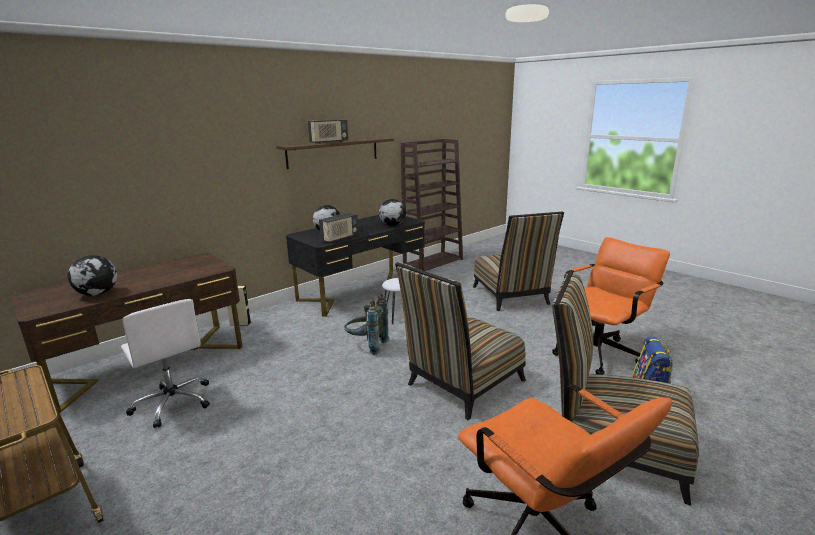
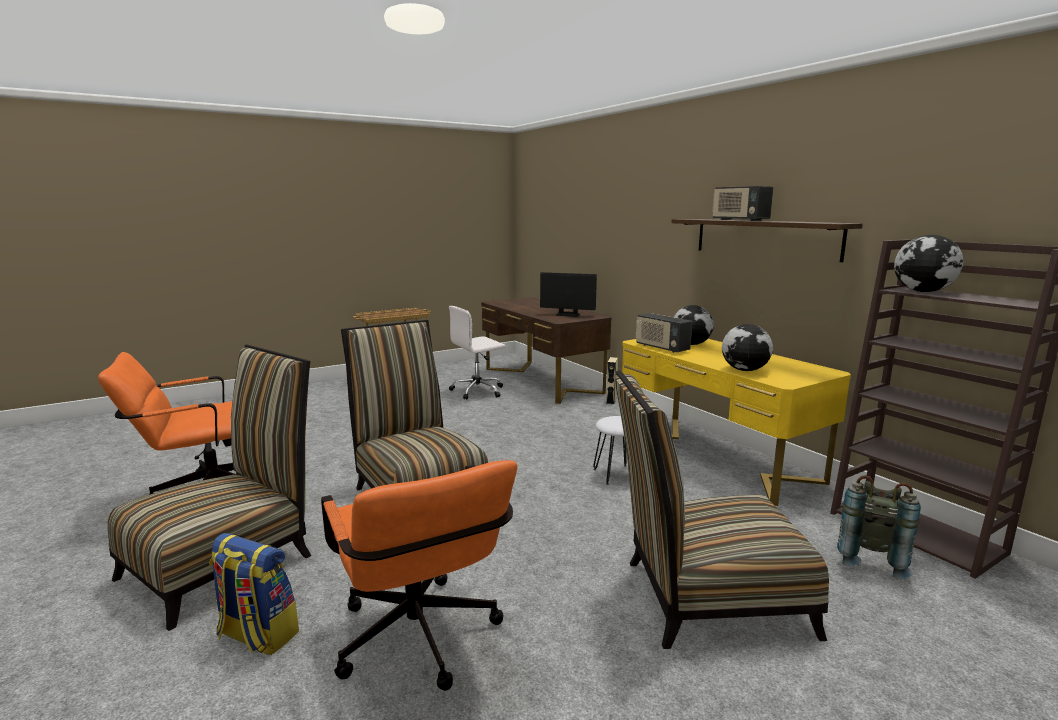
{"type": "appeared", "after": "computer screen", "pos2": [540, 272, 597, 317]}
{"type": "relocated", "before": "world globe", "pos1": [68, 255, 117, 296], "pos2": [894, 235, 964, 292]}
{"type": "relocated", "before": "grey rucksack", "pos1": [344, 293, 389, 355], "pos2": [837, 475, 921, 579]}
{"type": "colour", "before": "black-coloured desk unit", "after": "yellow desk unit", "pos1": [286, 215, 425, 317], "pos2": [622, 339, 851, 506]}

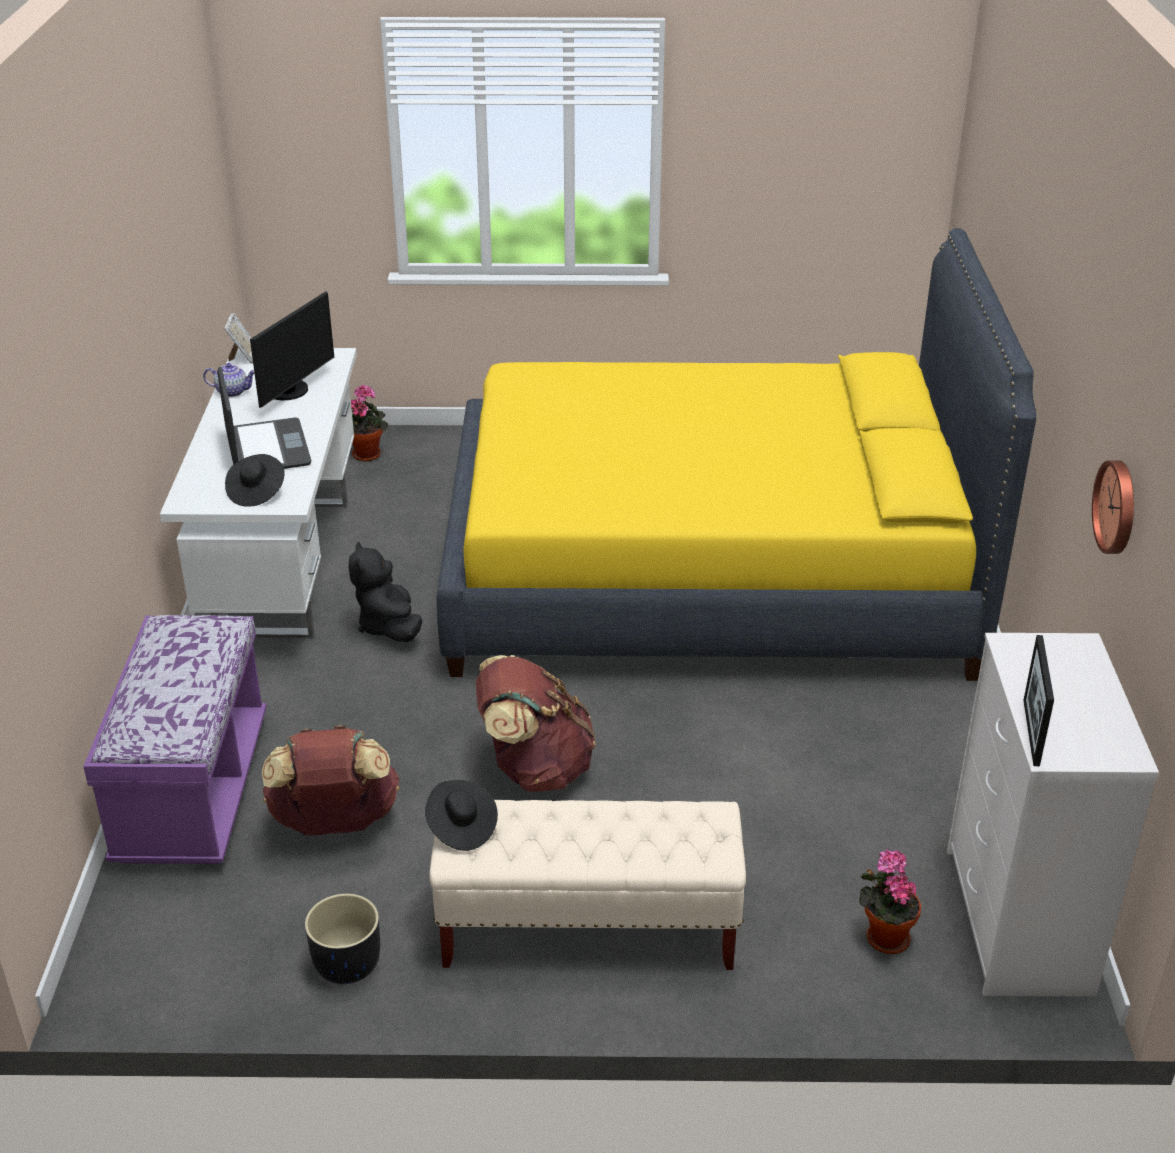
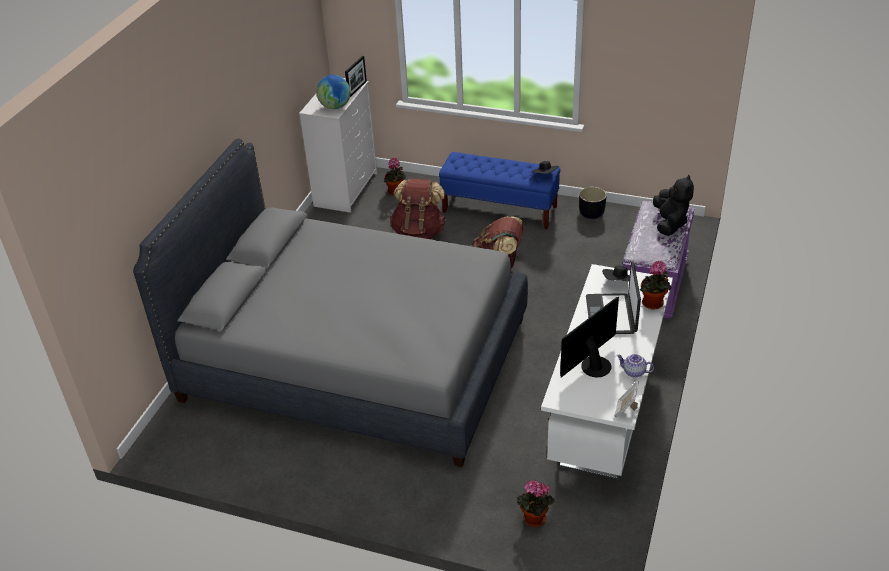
{"type": "missing", "before": "wall clock", "pos1": [1092, 460, 1134, 554]}
{"type": "appeared", "after": "world globe", "pos2": [316, 75, 351, 109]}
{"type": "appeared", "after": "plant in a pot", "pos2": [640, 260, 671, 310]}
{"type": "relocated", "before": "brown-coloured rucksack", "pos1": [262, 725, 400, 835], "pos2": [390, 179, 446, 239]}
{"type": "relocated", "before": "black-coloured soft toy", "pos1": [349, 541, 422, 642], "pos2": [653, 175, 694, 236]}
{"type": "colour", "before": "sand-coloured bench", "after": "blue-coloured bench", "pos1": [430, 800, 746, 970], "pos2": [439, 152, 560, 229]}
{"type": "colour", "before": "yellow bedroom bed", "after": "grey bedroom bed", "pos1": [436, 228, 1036, 681], "pos2": [133, 138, 528, 467]}

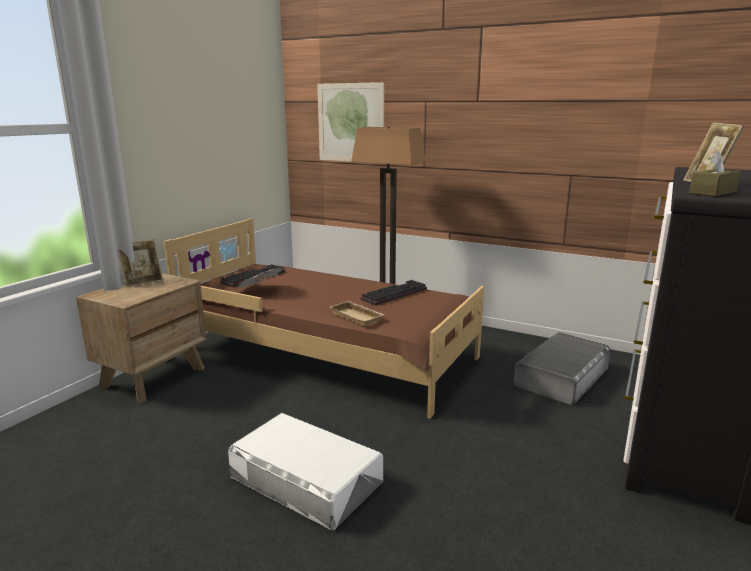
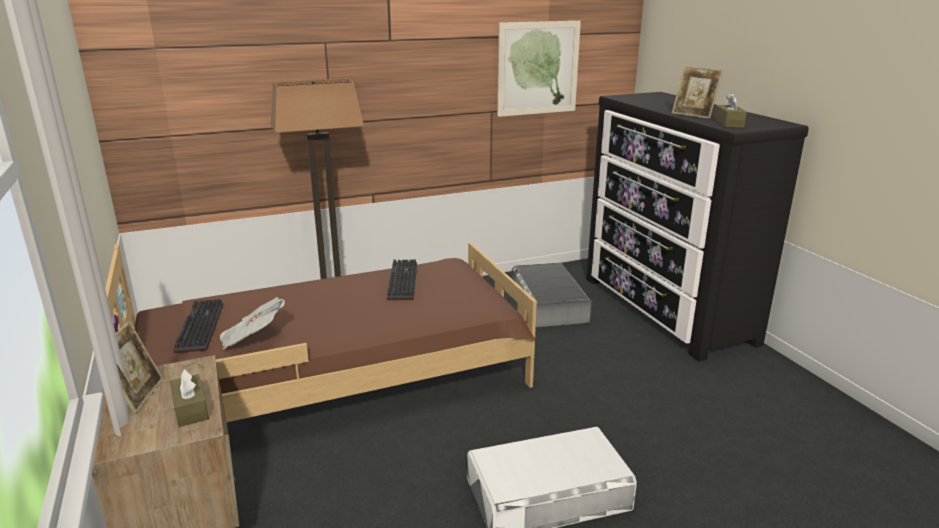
{"type": "missing", "before": "sand-coloured tray", "pos1": [329, 301, 385, 326]}
{"type": "appeared", "after": "brown-coloured box of tissues", "pos2": [170, 369, 209, 427]}
{"type": "relocated", "before": "wall picture", "pos1": [317, 82, 384, 161], "pos2": [497, 21, 581, 117]}

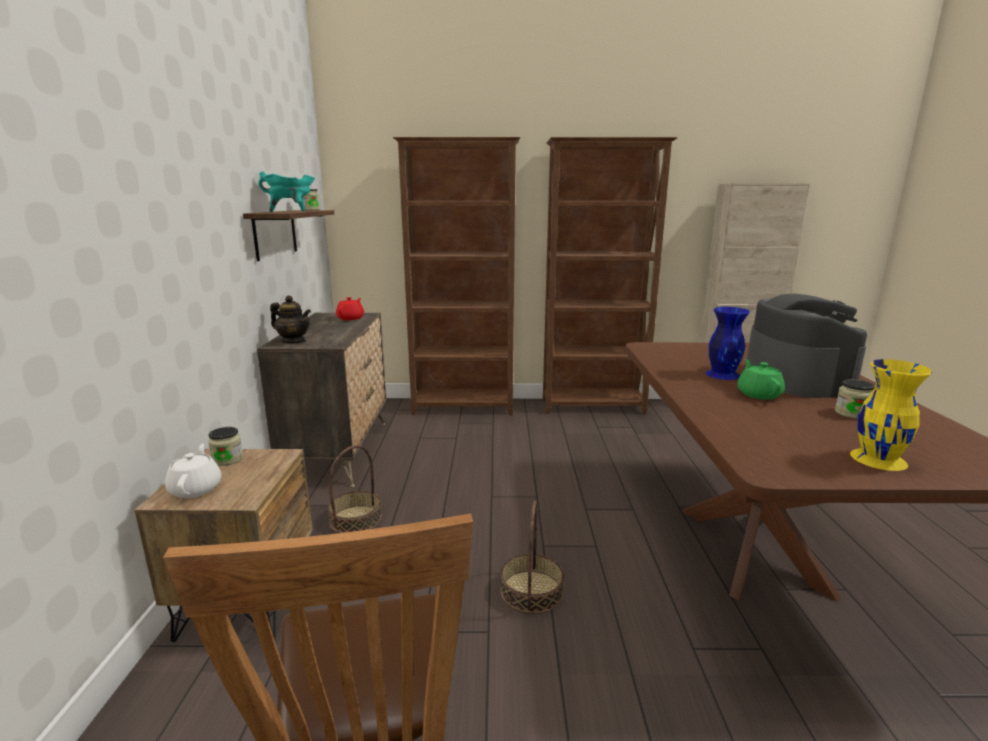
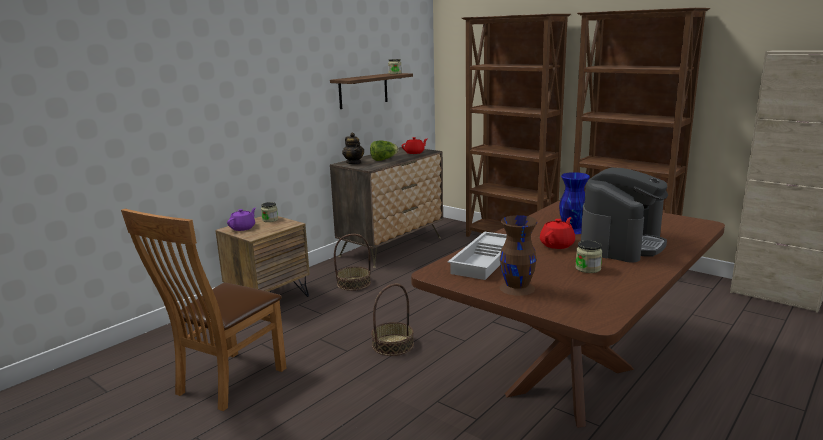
{"type": "missing", "before": "blue-green cooking pot", "pos1": [259, 171, 315, 212]}
{"type": "appeared", "after": "lettuce head", "pos2": [370, 140, 399, 161]}
{"type": "appeared", "after": "whitish tray", "pos2": [448, 231, 507, 280]}
{"type": "colour", "before": "whitish teapot", "after": "purple-coloured teapot", "pos1": [165, 444, 222, 498], "pos2": [227, 208, 256, 231]}
{"type": "colour", "before": "greenish teapot", "after": "red teapot", "pos1": [737, 359, 785, 400], "pos2": [540, 217, 575, 249]}
{"type": "colour", "before": "yellow flower vase", "after": "brown-coloured flower vase", "pos1": [850, 359, 932, 471], "pos2": [500, 215, 537, 296]}

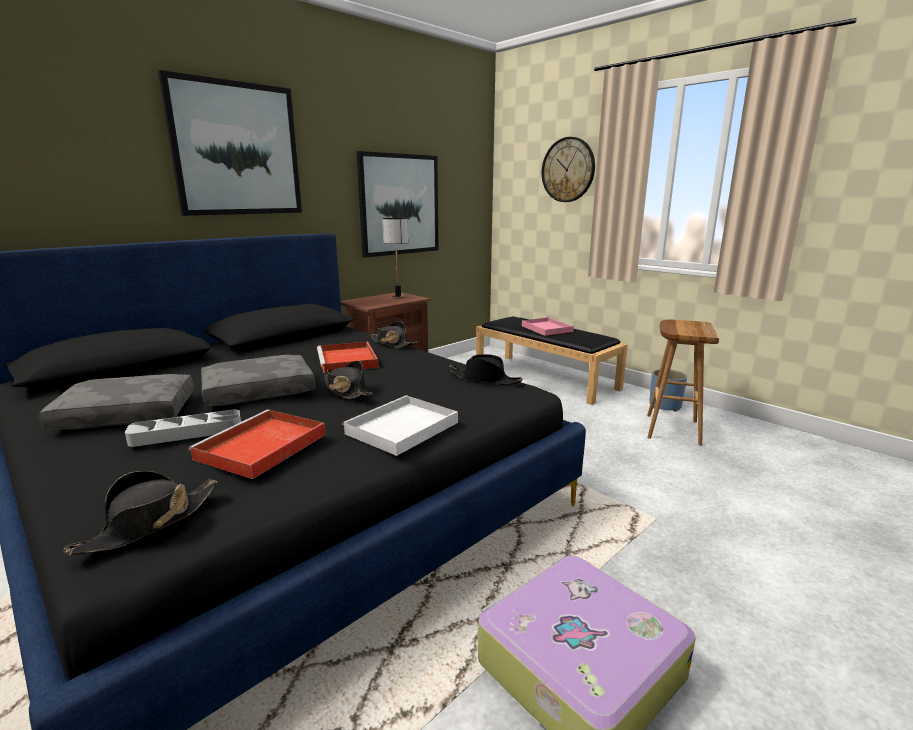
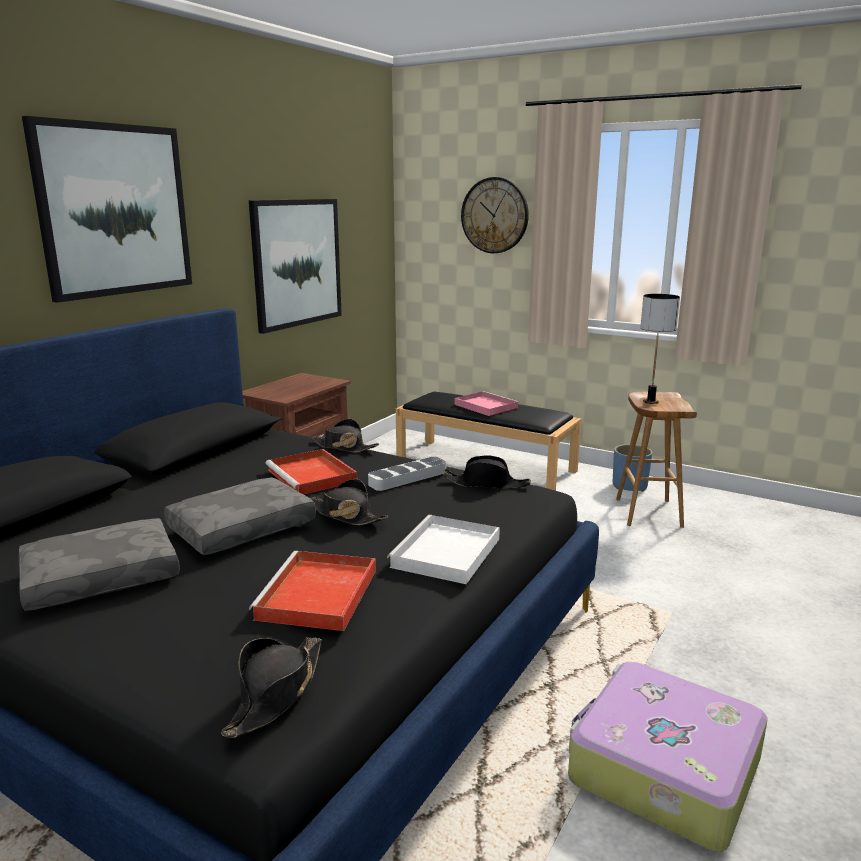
{"type": "relocated", "before": "grey tray", "pos1": [125, 410, 241, 447], "pos2": [368, 457, 446, 491]}
{"type": "relocated", "before": "table lamp", "pos1": [382, 218, 409, 299], "pos2": [640, 294, 680, 404]}

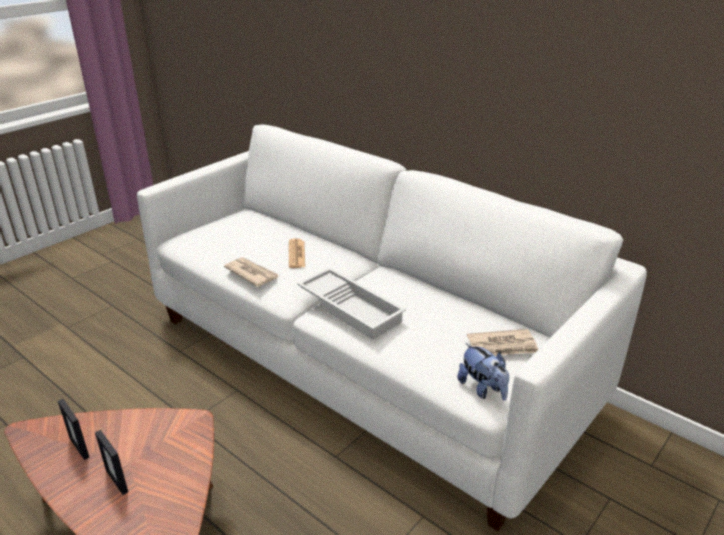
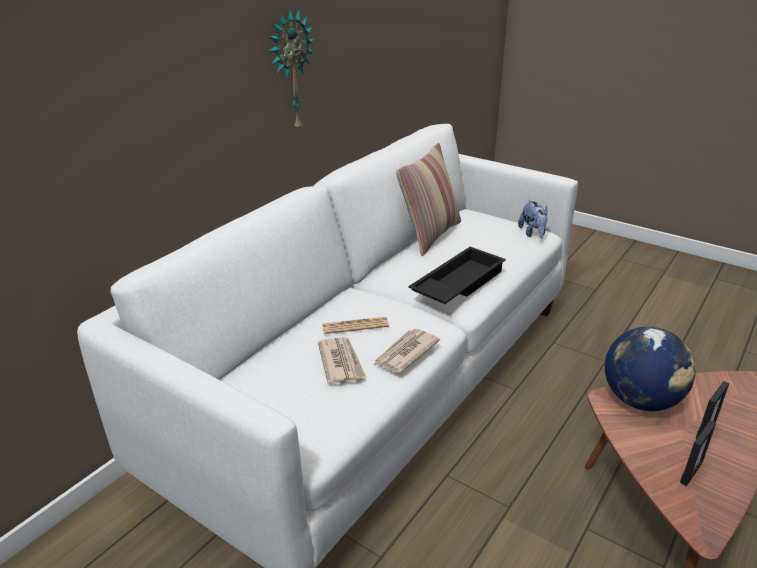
{"type": "appeared", "after": "wall clock", "pos2": [269, 9, 314, 133]}
{"type": "appeared", "after": "throw pillow", "pos2": [396, 143, 461, 256]}
{"type": "appeared", "after": "world globe", "pos2": [605, 327, 696, 411]}
{"type": "relocated", "before": "daily paper", "pos1": [467, 329, 539, 356], "pos2": [318, 337, 366, 384]}
{"type": "colour", "before": "whitish tray", "after": "black-coloured tray", "pos1": [297, 268, 406, 340], "pos2": [408, 247, 506, 304]}
{"type": "spun", "before": "soft toy", "pos1": [458, 343, 509, 401], "pos2": [518, 200, 548, 238], "turn": 120}

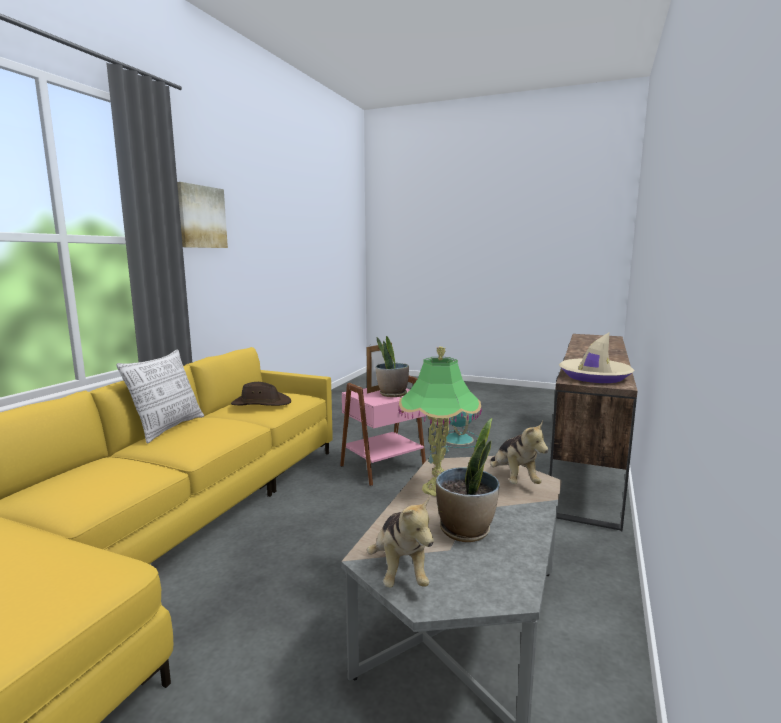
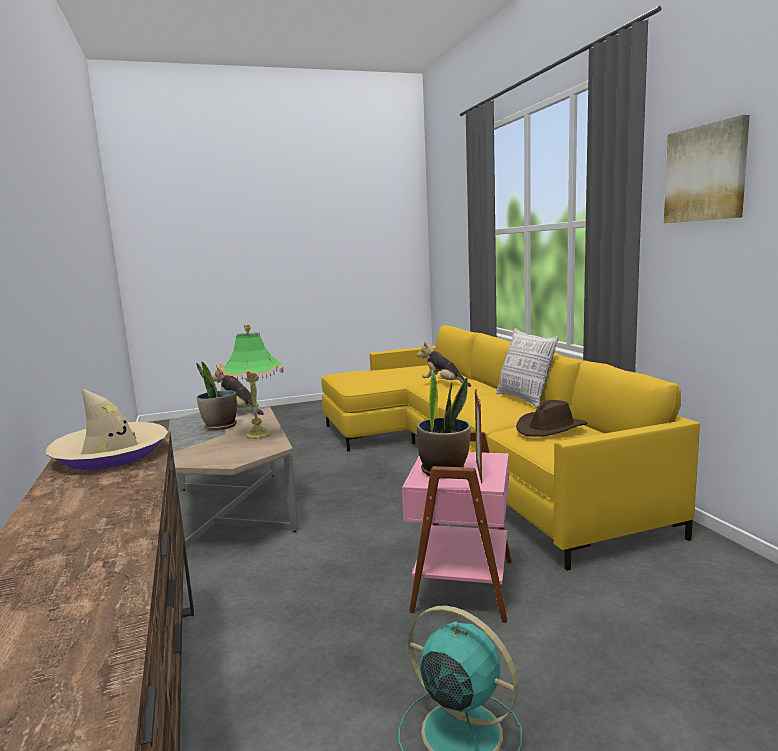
{"type": "relocated", "before": "soft toy", "pos1": [490, 421, 548, 484], "pos2": [417, 341, 471, 387]}

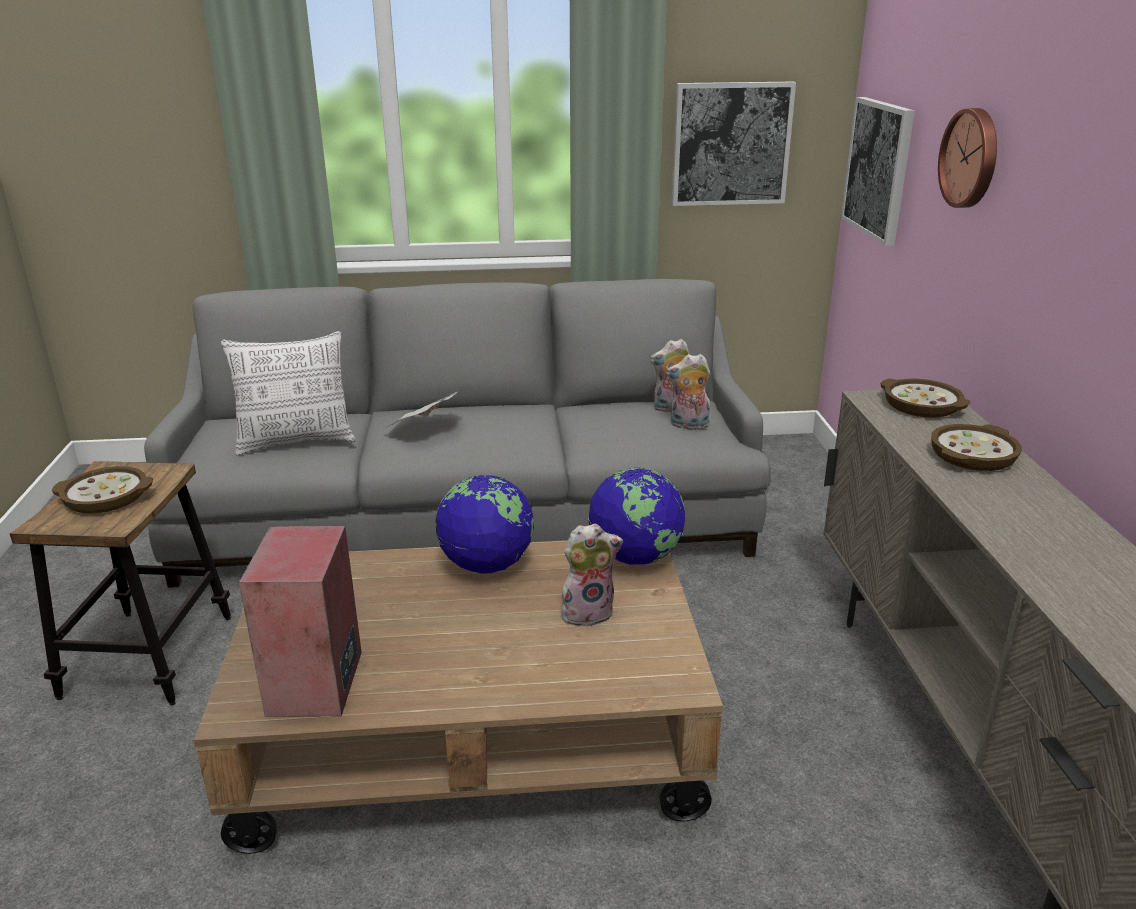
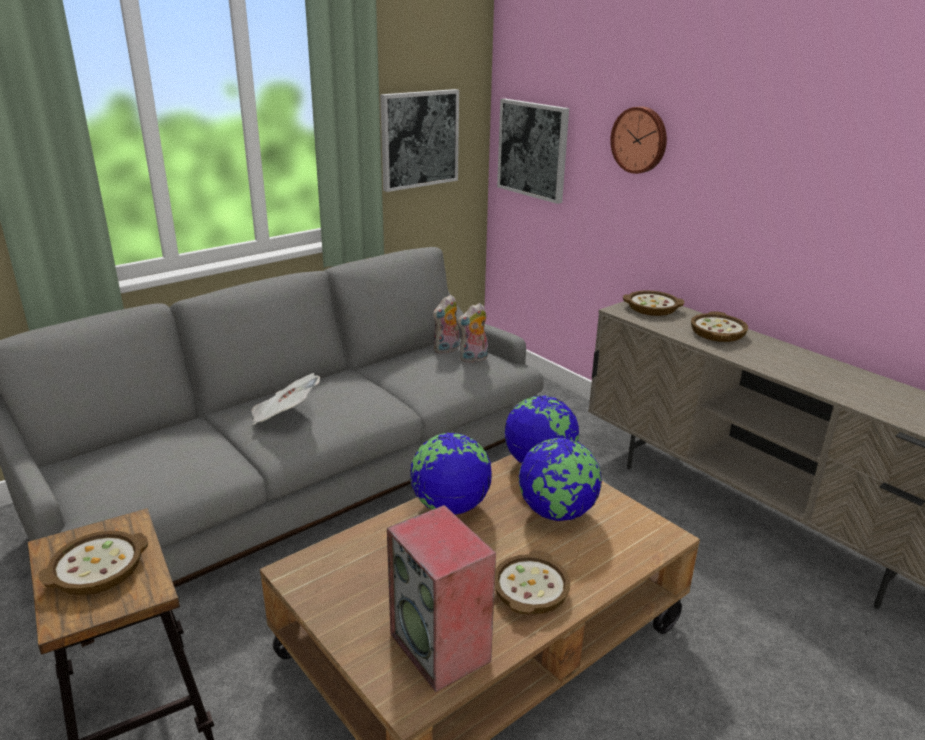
{"type": "missing", "before": "throw pillow", "pos1": [221, 331, 356, 456]}
{"type": "appeared", "after": "serving bowl", "pos2": [495, 550, 570, 615]}
{"type": "exchanged", "before": "soft toy", "after": "world globe", "pos1": [562, 523, 623, 627], "pos2": [519, 438, 602, 521]}

